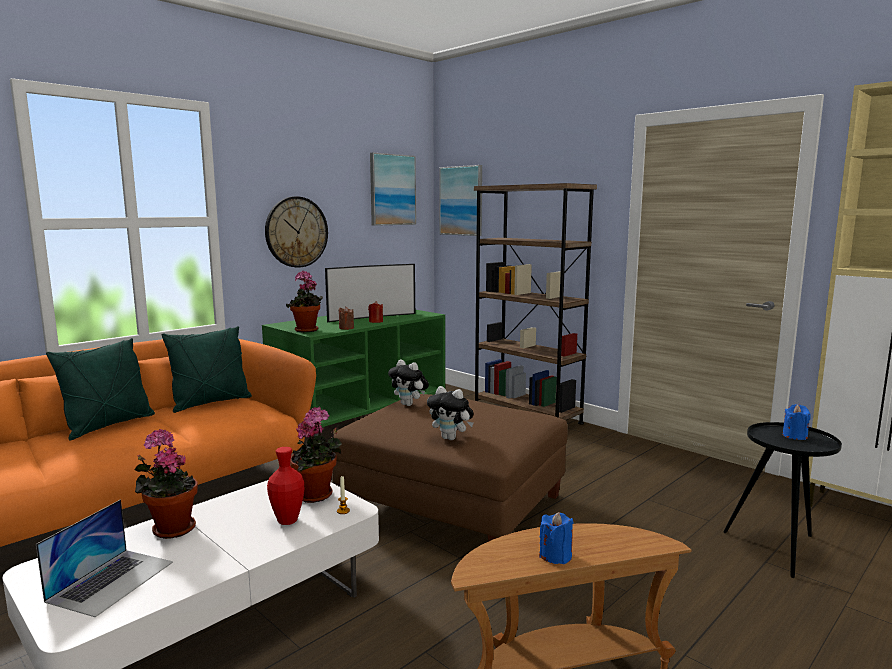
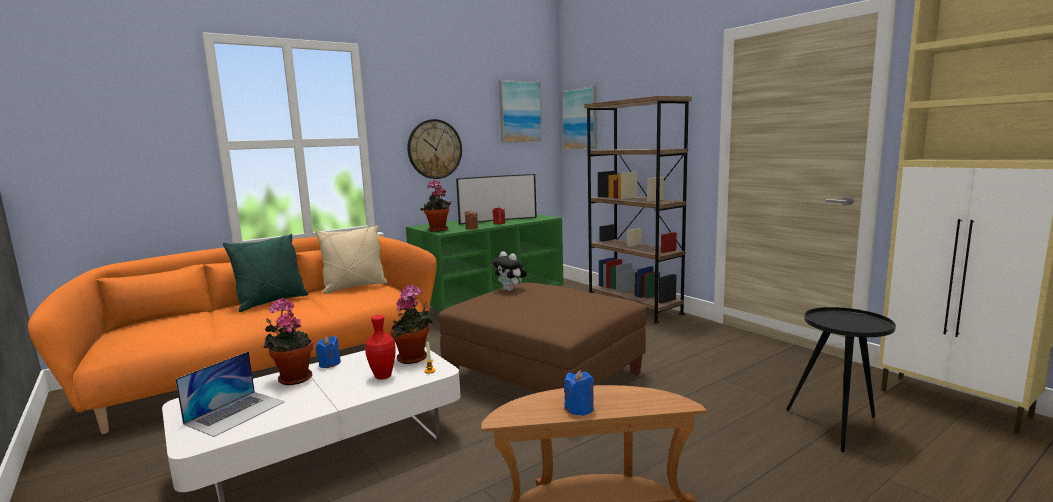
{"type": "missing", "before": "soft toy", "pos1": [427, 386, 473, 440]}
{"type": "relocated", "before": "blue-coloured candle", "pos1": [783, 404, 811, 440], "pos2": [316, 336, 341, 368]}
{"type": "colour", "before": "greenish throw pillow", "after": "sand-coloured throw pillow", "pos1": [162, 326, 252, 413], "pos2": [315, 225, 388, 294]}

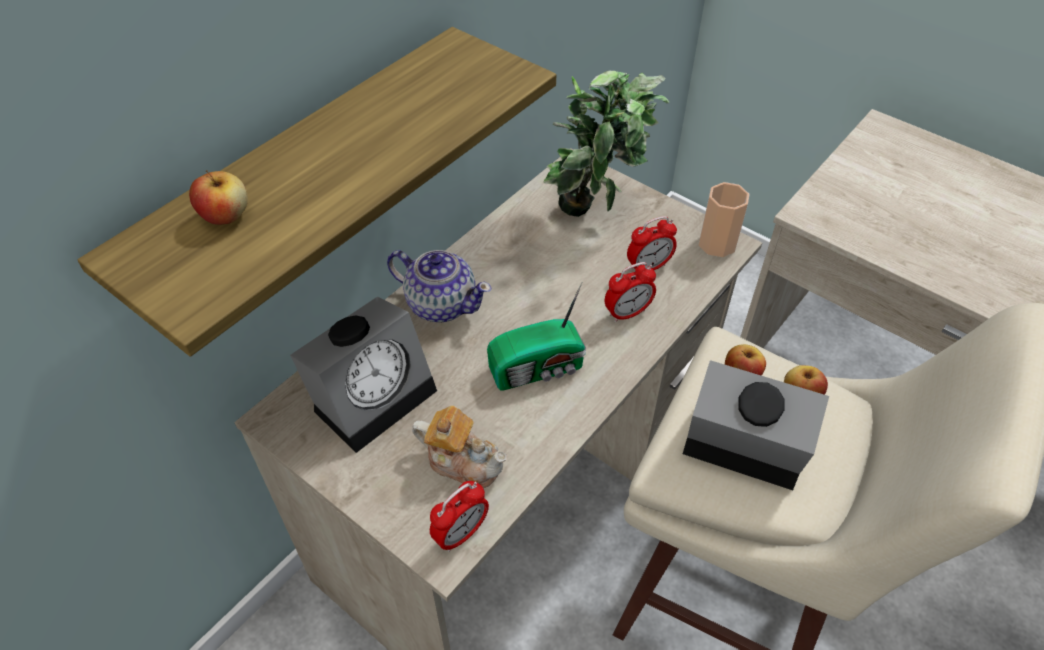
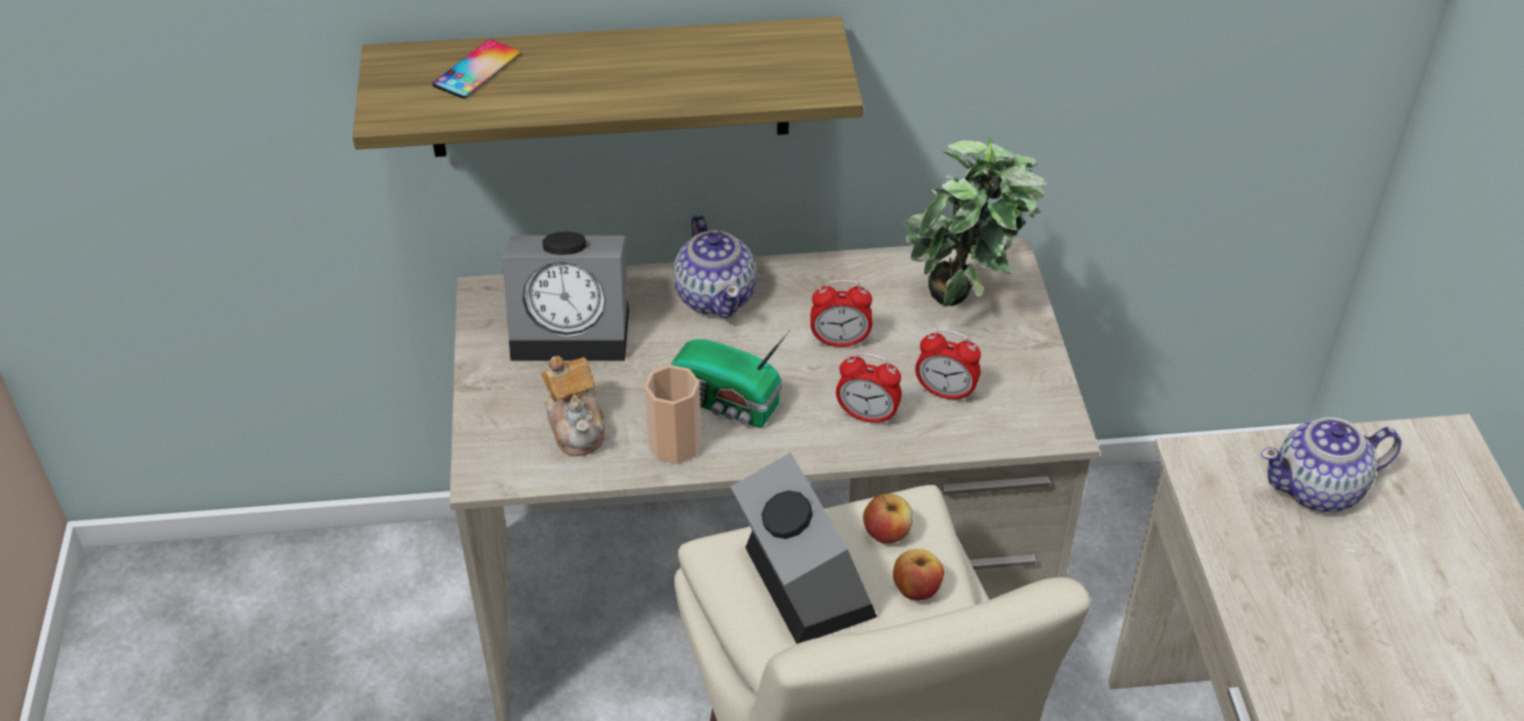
{"type": "appeared", "after": "teapot", "pos2": [1261, 417, 1401, 512]}
{"type": "relocated", "before": "alarm clock", "pos1": [430, 481, 489, 552], "pos2": [810, 280, 872, 347]}
{"type": "relocated", "before": "cup", "pos1": [699, 182, 750, 257], "pos2": [644, 365, 702, 464]}
{"type": "exchanged", "before": "apple", "after": "telephone", "pos1": [189, 170, 248, 225], "pos2": [432, 39, 521, 99]}

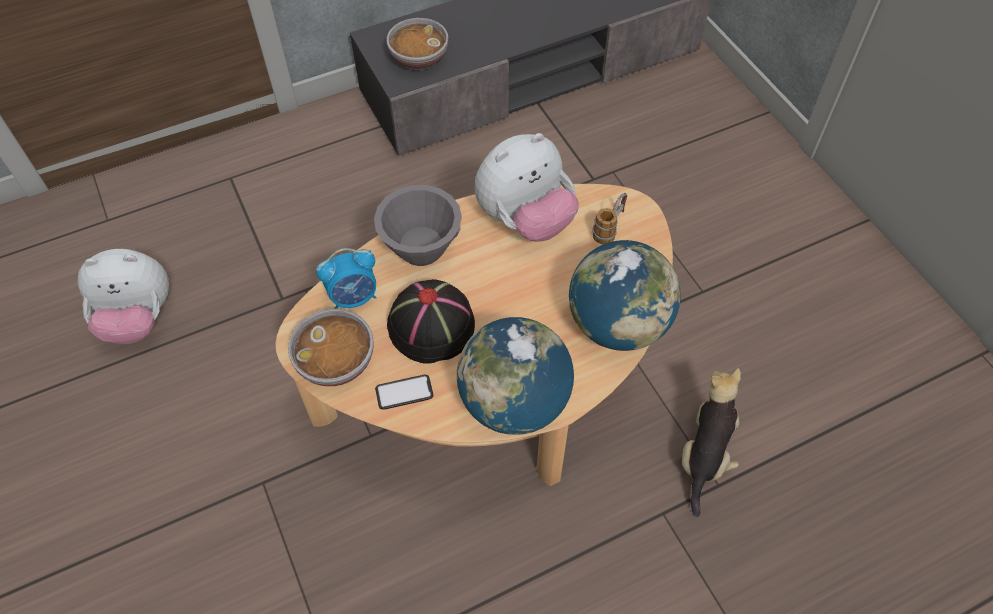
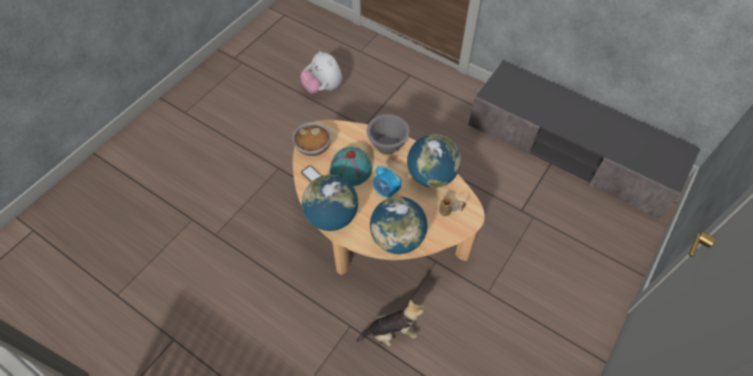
{"type": "missing", "before": "serving bowl", "pos1": [386, 18, 448, 70]}
{"type": "relocated", "before": "alarm clock", "pos1": [316, 248, 377, 309], "pos2": [373, 165, 402, 198]}
{"type": "exchanged", "before": "soft toy", "after": "world globe", "pos1": [474, 133, 579, 242], "pos2": [407, 134, 461, 188]}
{"type": "colour", "before": "black-coloured wearable hat", "after": "blue-green wearable hat", "pos1": [387, 279, 475, 364], "pos2": [330, 147, 372, 186]}

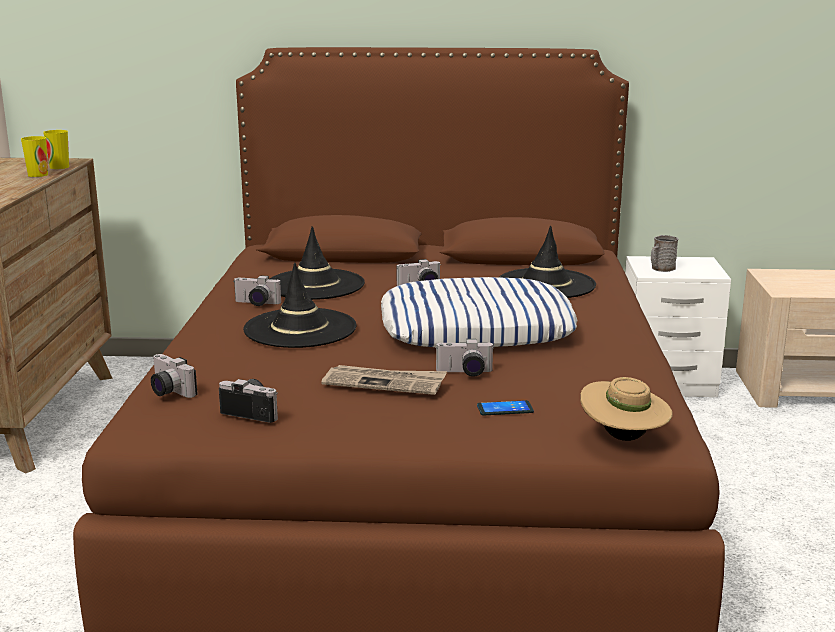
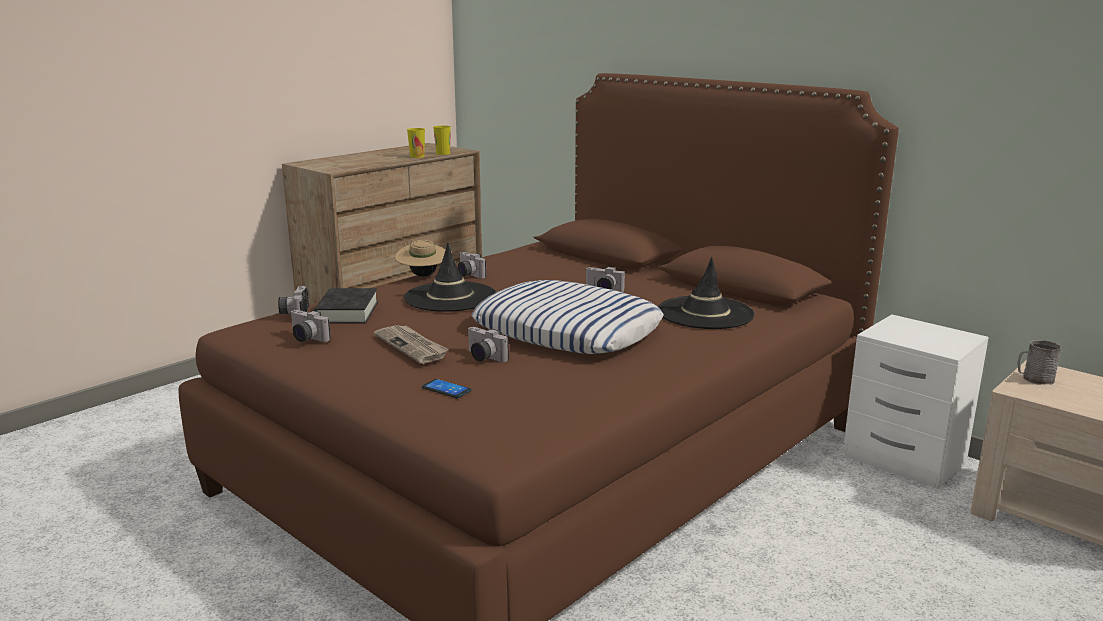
{"type": "missing", "before": "black-coloured wearable hat", "pos1": [270, 226, 365, 300]}
{"type": "appeared", "after": "black-coloured volume", "pos2": [313, 288, 378, 324]}
{"type": "relocated", "before": "sand-coloured wearable hat", "pos1": [580, 377, 673, 441], "pos2": [395, 240, 445, 277]}
{"type": "relocated", "before": "grey tea mug", "pos1": [651, 235, 678, 272], "pos2": [1017, 340, 1062, 385]}
{"type": "spun", "before": "still camera", "pos1": [219, 379, 278, 423], "pos2": [290, 310, 331, 342], "turn": 150}

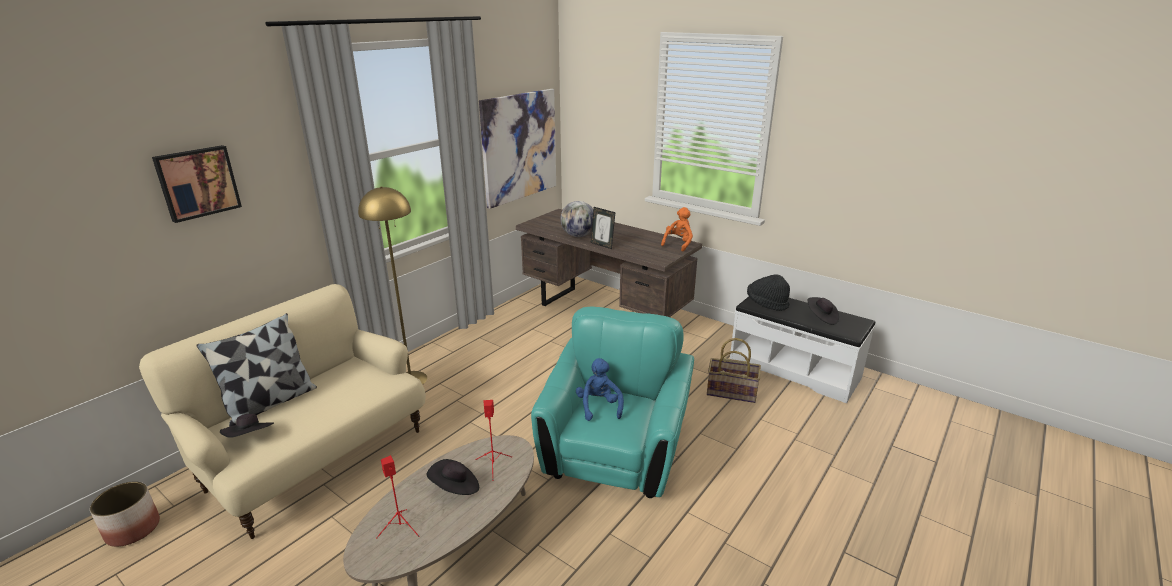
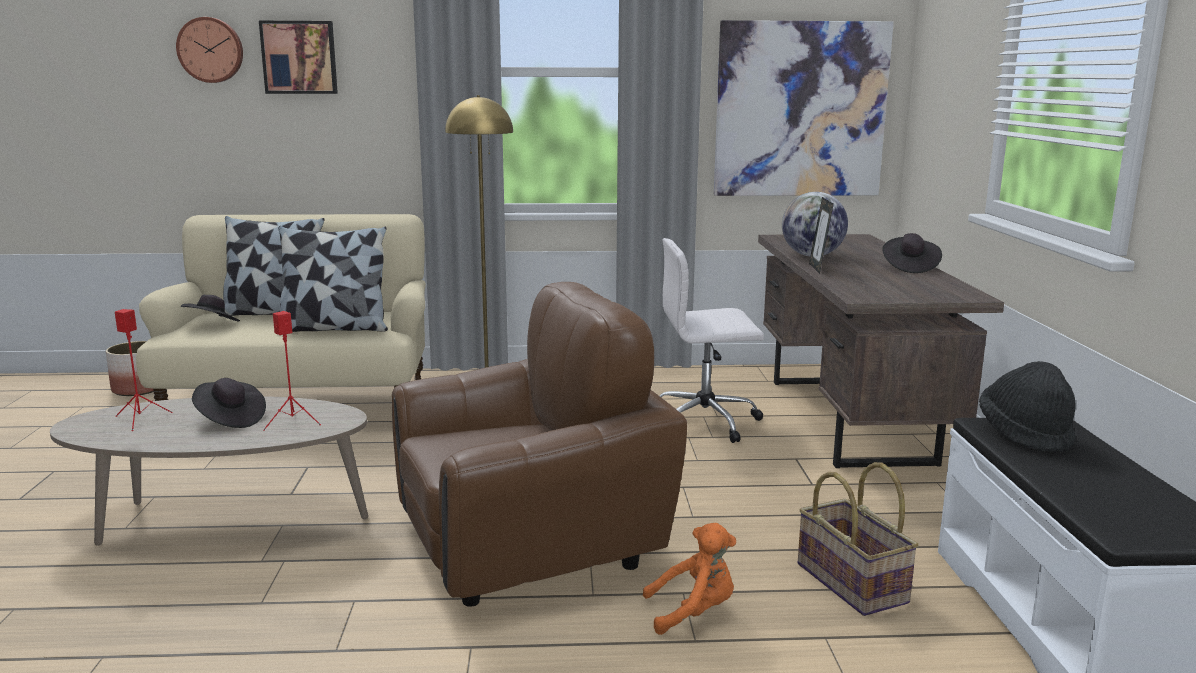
{"type": "missing", "before": "blue-coloured soft toy", "pos1": [576, 358, 624, 421]}
{"type": "appeared", "after": "wall clock", "pos2": [176, 17, 243, 83]}
{"type": "appeared", "after": "throw pillow", "pos2": [278, 226, 388, 332]}
{"type": "appeared", "after": "whitish computer chair", "pos2": [660, 238, 764, 443]}
{"type": "relocated", "before": "orangey soft toy", "pos1": [661, 207, 693, 252], "pos2": [643, 523, 736, 635]}
{"type": "relocated", "before": "black-coloured wearable hat", "pos1": [807, 297, 839, 325], "pos2": [882, 233, 942, 273]}
{"type": "colour", "before": "blue-green armchair", "after": "brown-coloured armchair", "pos1": [531, 307, 694, 498], "pos2": [392, 282, 687, 607]}

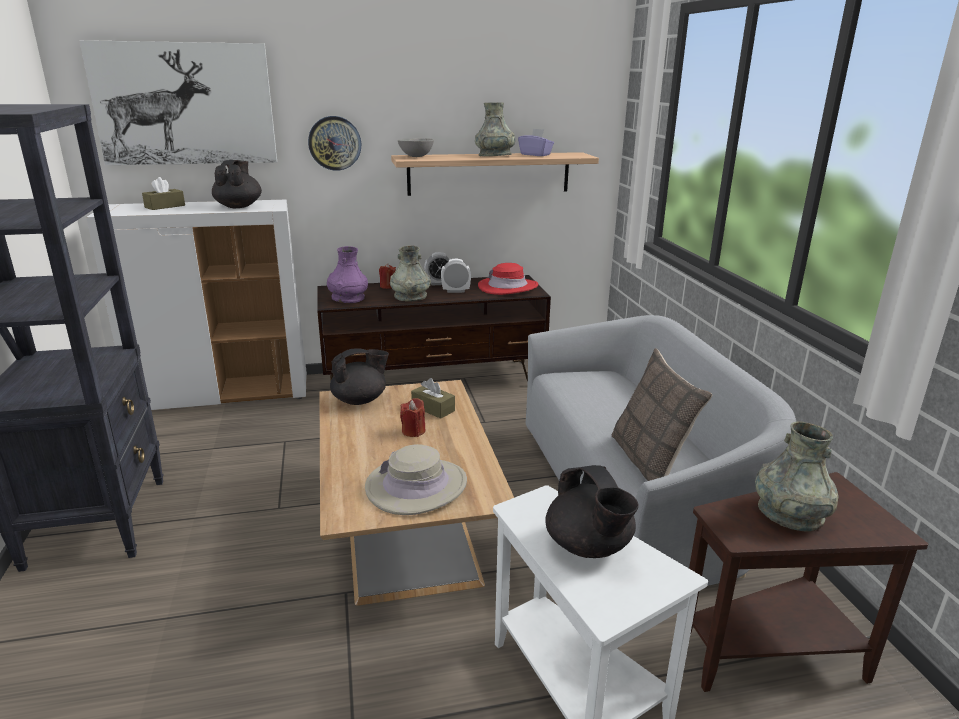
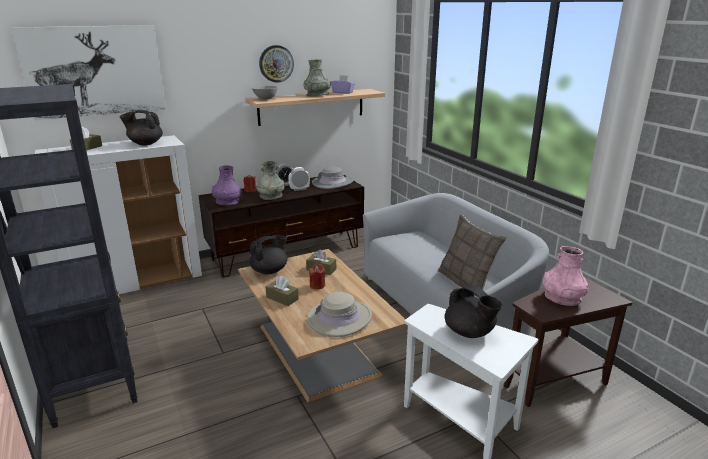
{"type": "appeared", "after": "brown-coloured box of tissues", "pos2": [266, 276, 298, 306]}
{"type": "relocated", "before": "wall clock", "pos1": [308, 116, 361, 171], "pos2": [259, 45, 294, 83]}
{"type": "colour", "before": "red wearable hat", "after": "grey wearable hat", "pos1": [478, 263, 538, 295], "pos2": [312, 166, 353, 189]}
{"type": "colour", "before": "grey flower vase", "after": "pink flower vase", "pos1": [755, 421, 839, 532], "pos2": [542, 246, 588, 306]}
{"type": "spun", "before": "black-coloured teapot", "pos1": [212, 160, 262, 208], "pos2": [120, 110, 163, 146], "turn": -75}

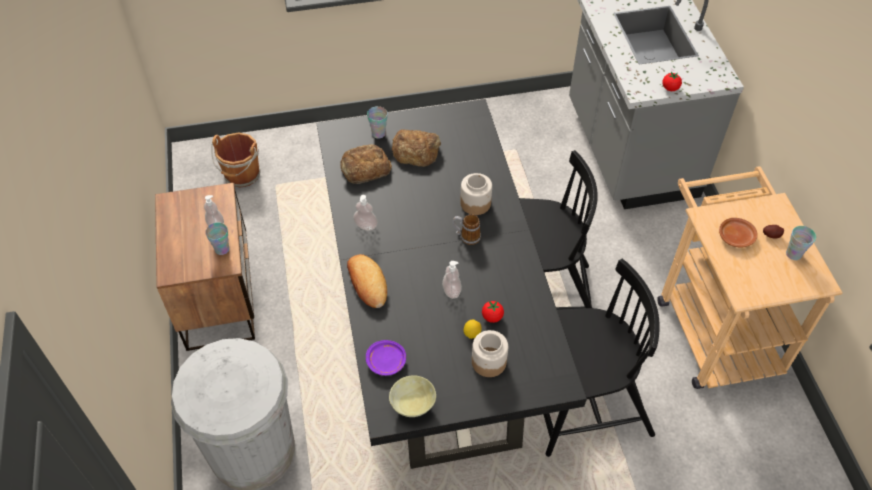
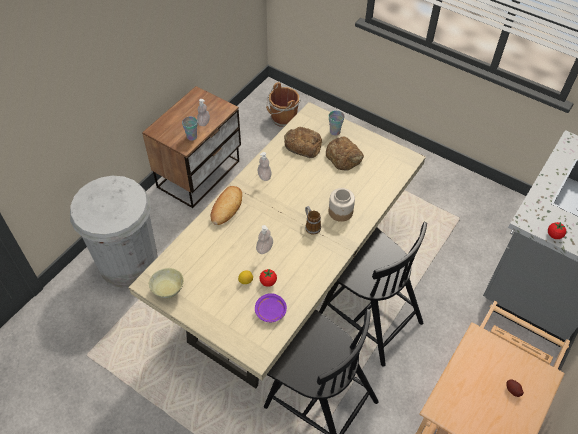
{"type": "missing", "before": "preserve jar", "pos1": [472, 330, 508, 377]}
{"type": "missing", "before": "brown-coloured flat dish", "pos1": [719, 218, 758, 247]}
{"type": "missing", "before": "cup", "pos1": [786, 226, 816, 260]}
{"type": "relocated", "before": "purple-coloured flat dish", "pos1": [366, 340, 406, 376], "pos2": [255, 293, 287, 322]}
{"type": "colour", "before": "black-coloured dinner table", "after": "sand-coloured dinner table", "pos1": [317, 99, 587, 469], "pos2": [128, 102, 426, 388]}

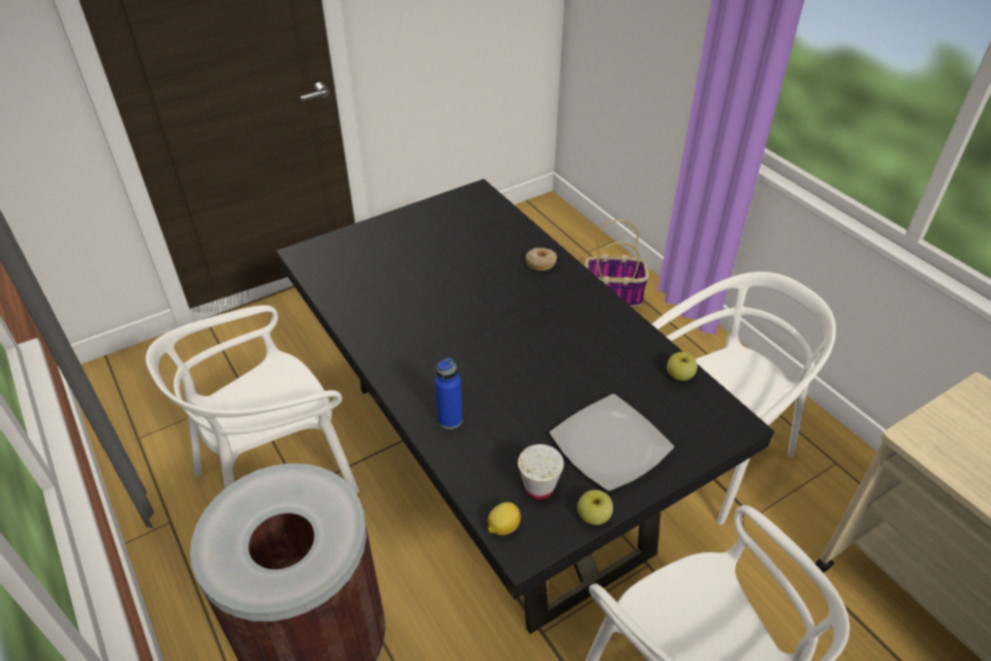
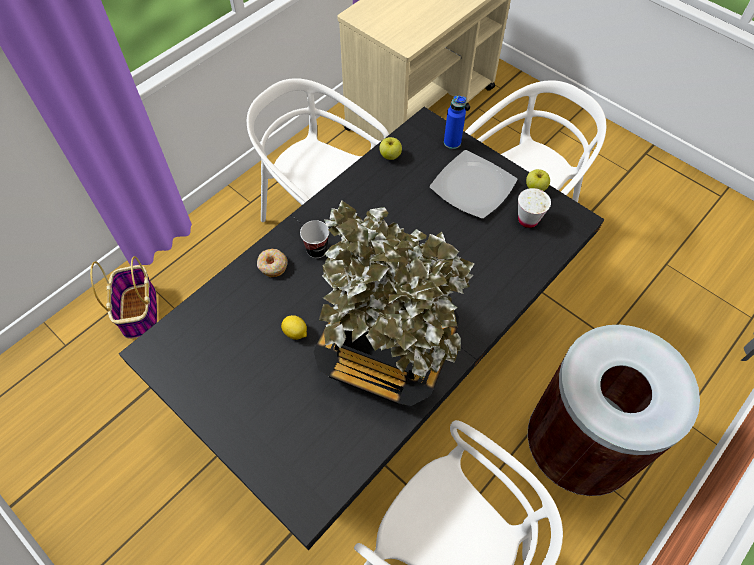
{"type": "appeared", "after": "cup", "pos2": [300, 220, 329, 258]}
{"type": "appeared", "after": "plant in a pot", "pos2": [314, 200, 475, 406]}
{"type": "relocated", "before": "blue-coloured beverage bottle", "pos1": [435, 358, 463, 429], "pos2": [444, 96, 466, 149]}
{"type": "relocated", "before": "citrus fruit", "pos1": [488, 502, 521, 535], "pos2": [281, 315, 307, 340]}

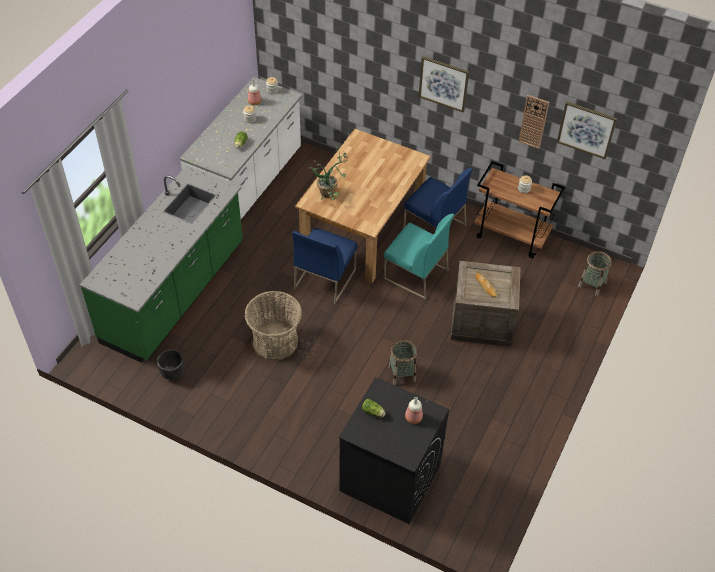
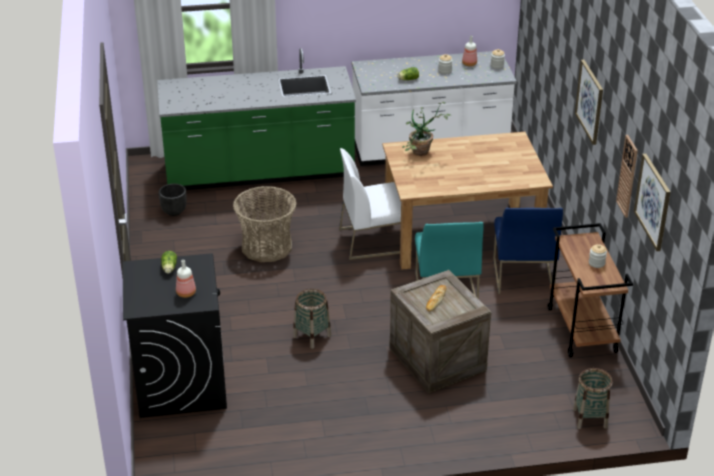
{"type": "colour", "before": "blue-coloured plain chair", "after": "whitish plain chair", "pos1": [292, 228, 358, 304], "pos2": [339, 148, 401, 260]}

